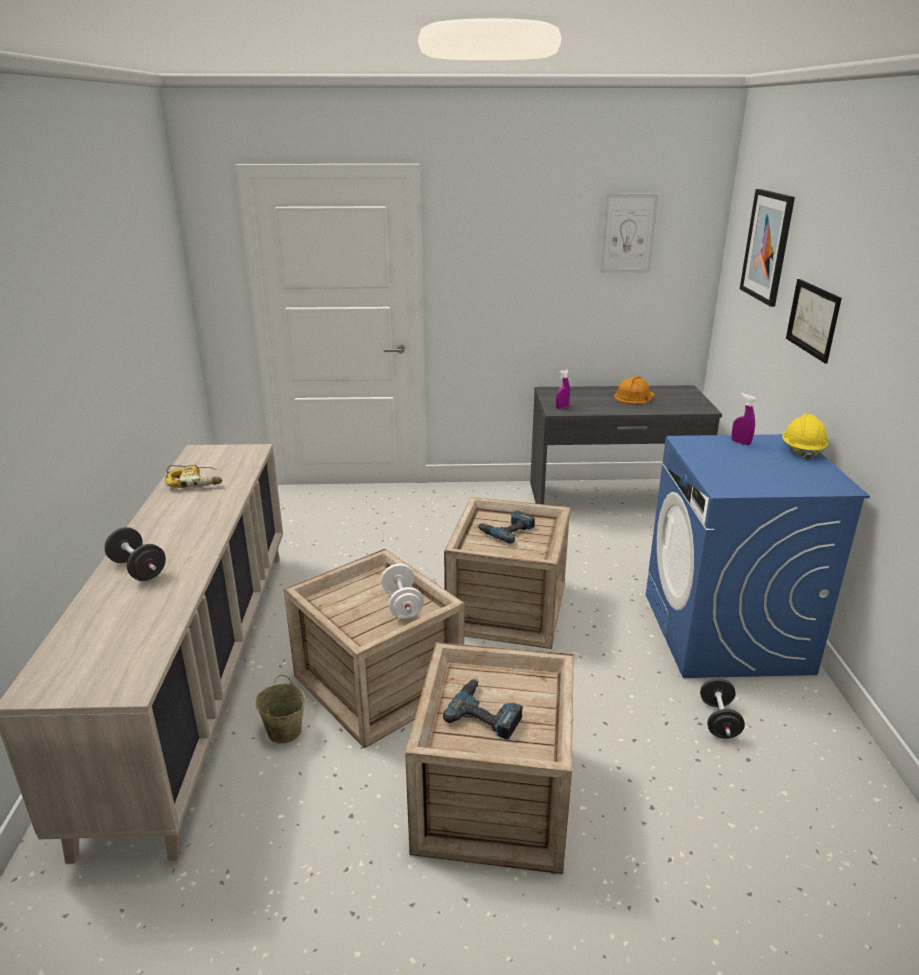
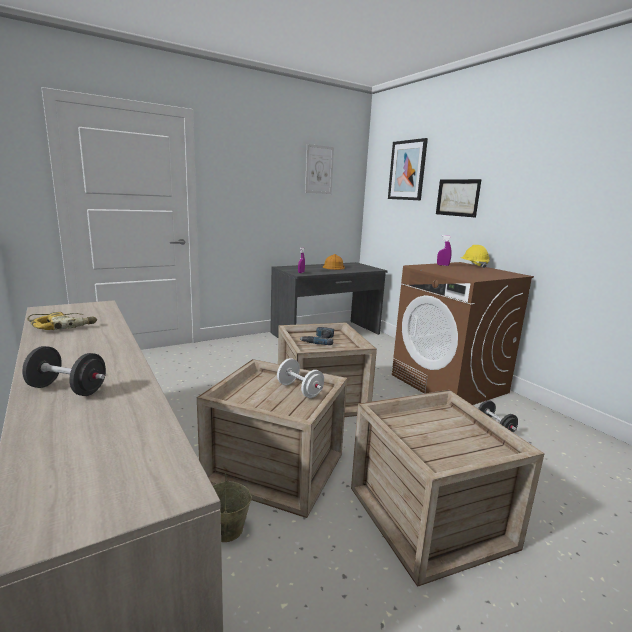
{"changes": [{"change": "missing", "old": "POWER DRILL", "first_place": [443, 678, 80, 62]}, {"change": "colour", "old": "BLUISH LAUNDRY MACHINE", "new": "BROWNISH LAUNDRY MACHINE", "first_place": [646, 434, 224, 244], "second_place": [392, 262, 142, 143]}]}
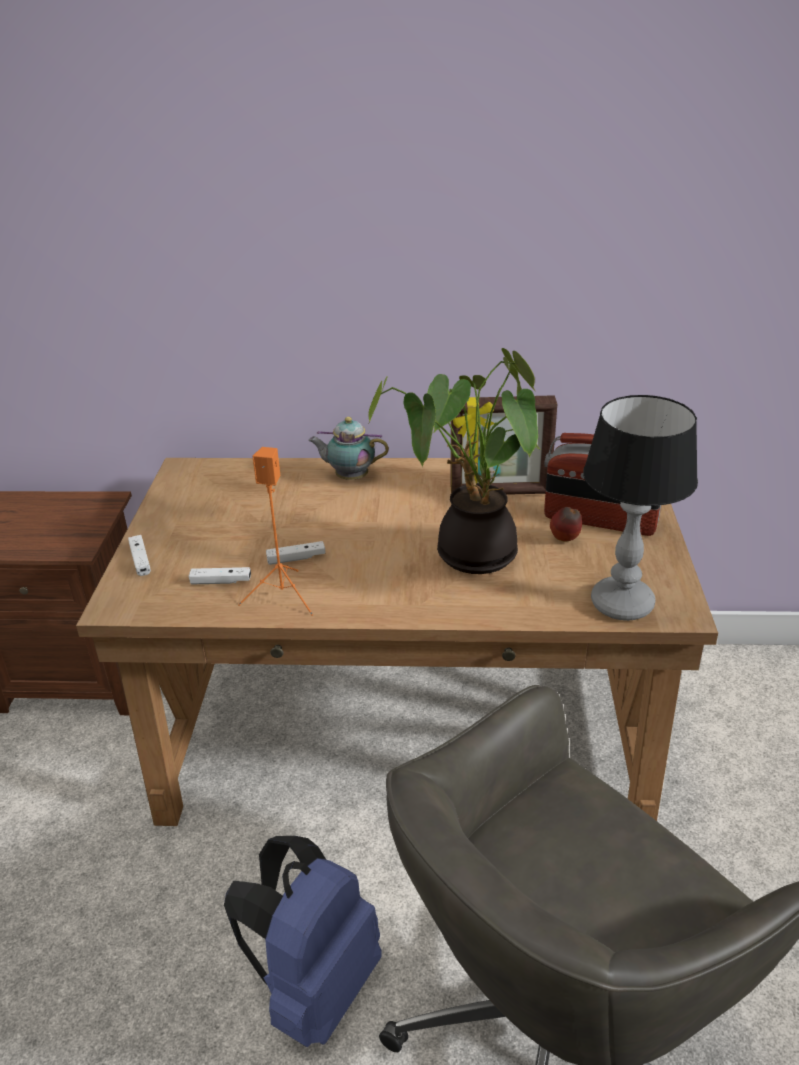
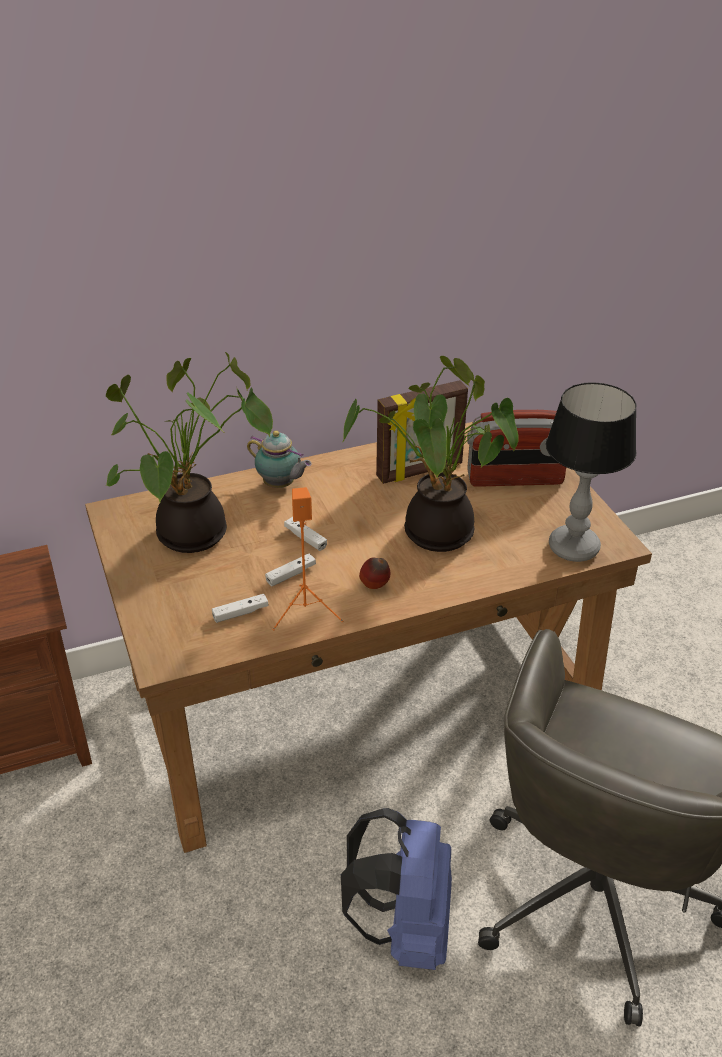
{"changes": [{"change": "appeared", "new": "PLANT IN A POT", "second_place": [106, 352, 167, 201]}, {"change": "relocated", "old": "WHITE-COLOURED JOYPAD", "first_place": [128, 535, 23, 41], "second_place": [284, 517, 43, 34]}, {"change": "relocated", "old": "APPLE", "first_place": [550, 507, 32, 35], "second_place": [359, 558, 31, 31]}, {"change": "spun", "old": "TEA POT", "first_place": [308, 417, 81, 63], "second_place": [247, 431, 65, 57], "degrees": -135}]}
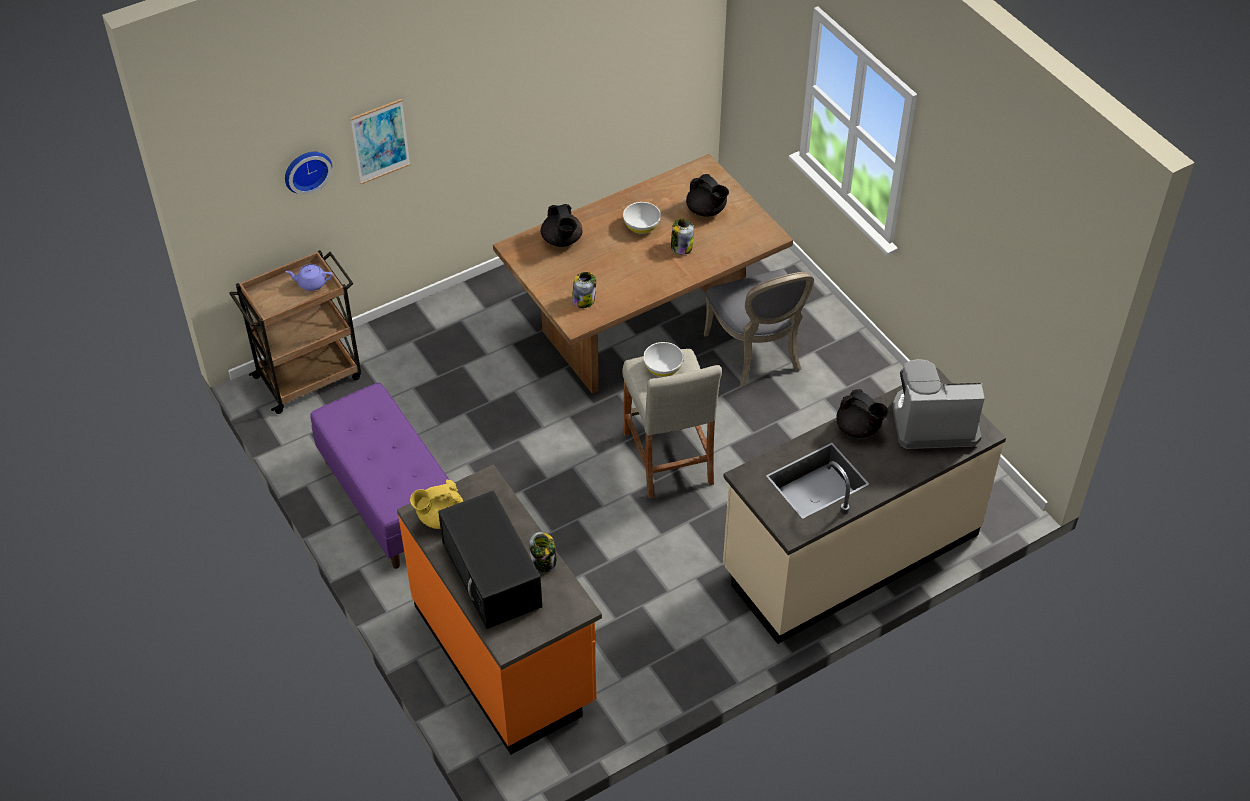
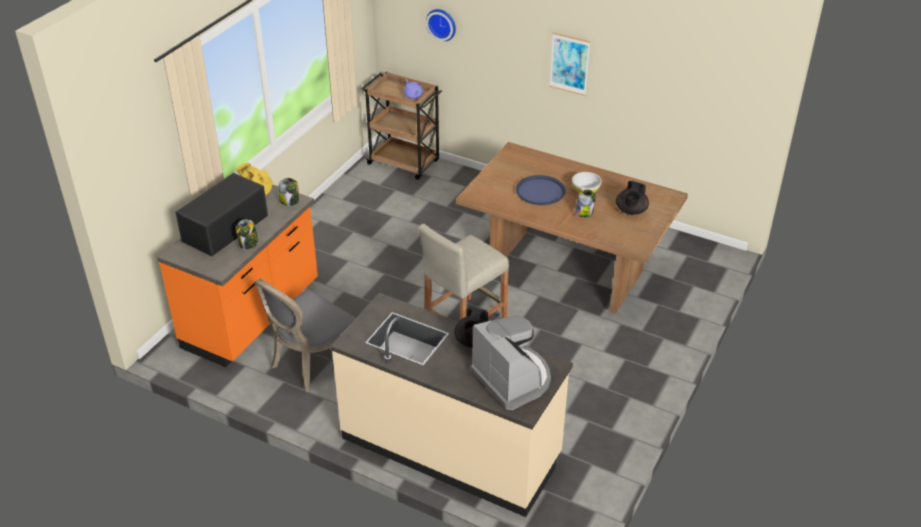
{"changes": [{"change": "missing", "old": "PURPLE BENCH", "first_place": [311, 382, 139, 187]}, {"change": "missing", "old": "BLACK TEA POT", "first_place": [541, 204, 41, 43]}, {"change": "missing", "old": "WHITE-COLOURED BOWL", "first_place": [643, 342, 41, 35]}, {"change": "appeared", "new": "BLUISH CARRYING TRAY", "second_place": [516, 175, 50, 30]}, {"change": "relocated", "old": "PICTURE", "first_place": [350, 99, 60, 85], "second_place": [550, 32, 40, 64]}, {"change": "relocated", "old": "PRESERVE JAR", "first_place": [572, 272, 24, 36], "second_place": [279, 178, 20, 28]}, {"change": "relocated", "old": "GRAY PLAIN CHAIR", "first_place": [704, 269, 110, 117], "second_place": [254, 279, 101, 113]}]}
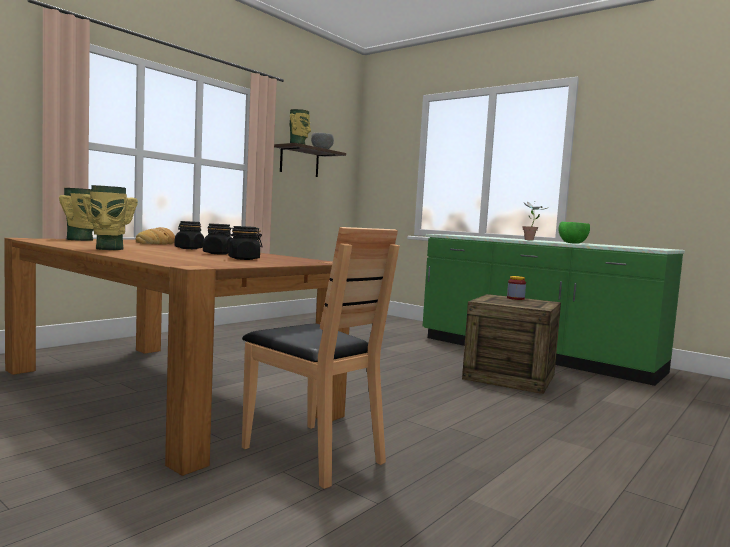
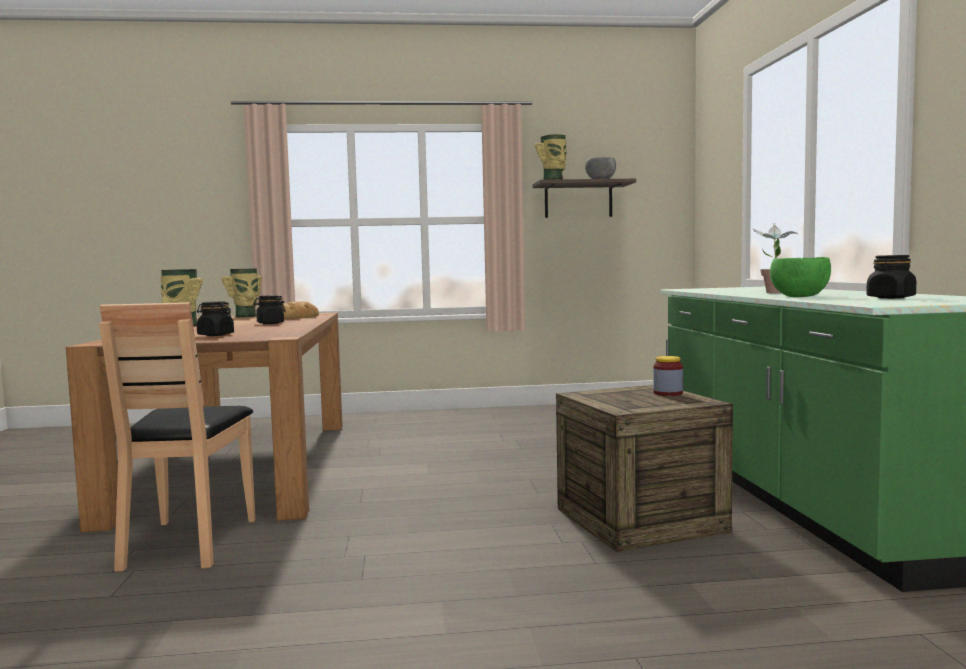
{"changes": [{"change": "relocated", "old": "BLACK PRESERVE JAR", "first_place": [203, 224, 29, 31], "second_place": [866, 255, 50, 44]}]}
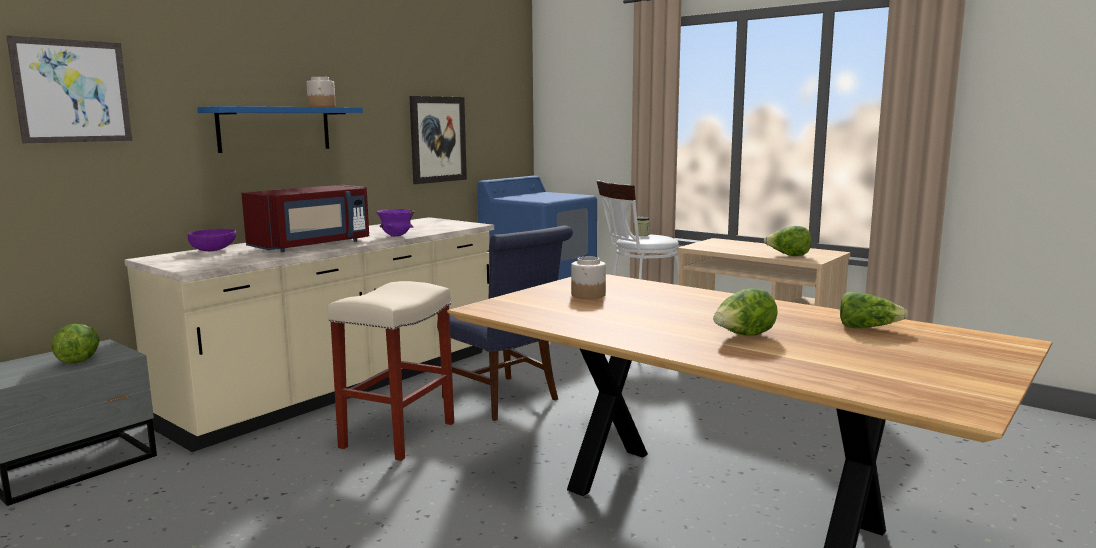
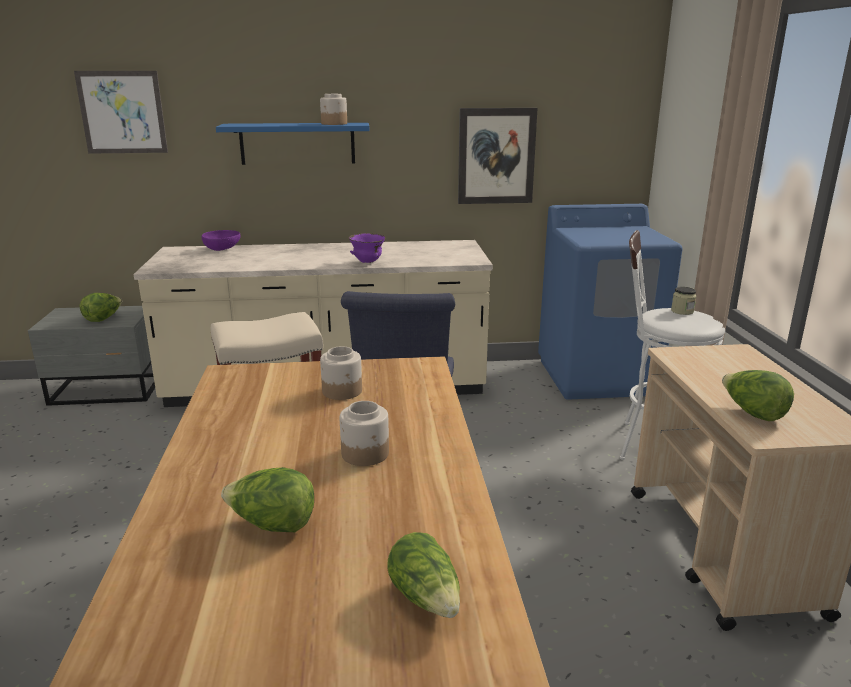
{"changes": [{"change": "missing", "old": "RED MICROWAVE", "first_place": [241, 185, 128, 67]}, {"change": "appeared", "new": "PRESERVE JAR", "second_place": [340, 401, 49, 65]}]}
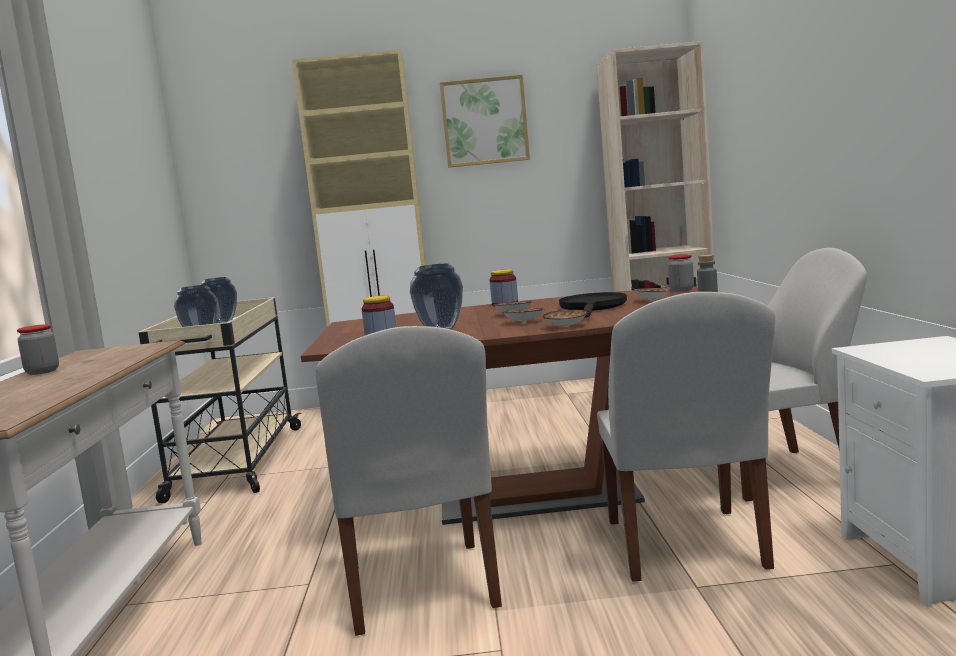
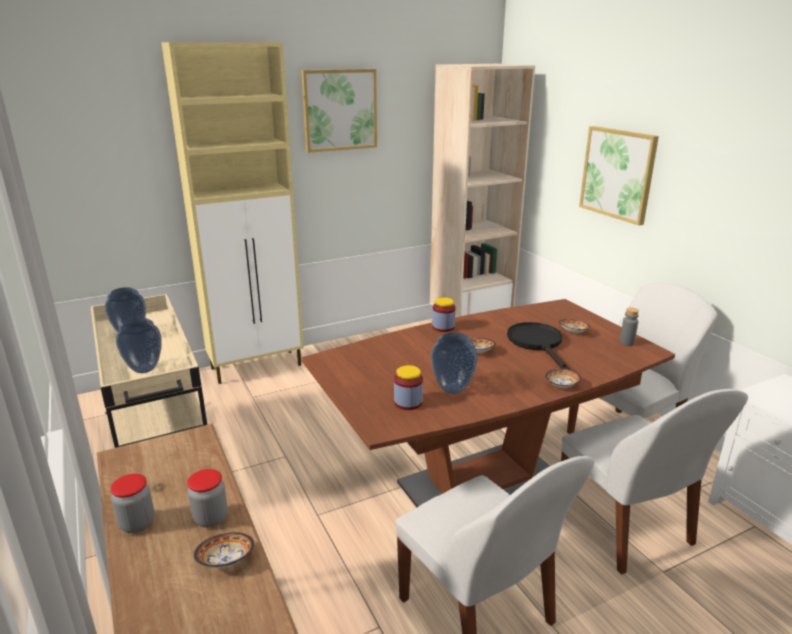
{"changes": [{"change": "appeared", "new": "PICTURE", "second_place": [579, 126, 80, 100]}, {"change": "relocated", "old": "BOWL", "first_place": [502, 308, 42, 15], "second_place": [194, 532, 60, 36]}, {"change": "relocated", "old": "PRESERVE JAR", "first_place": [668, 254, 26, 38], "second_place": [187, 469, 41, 59]}]}
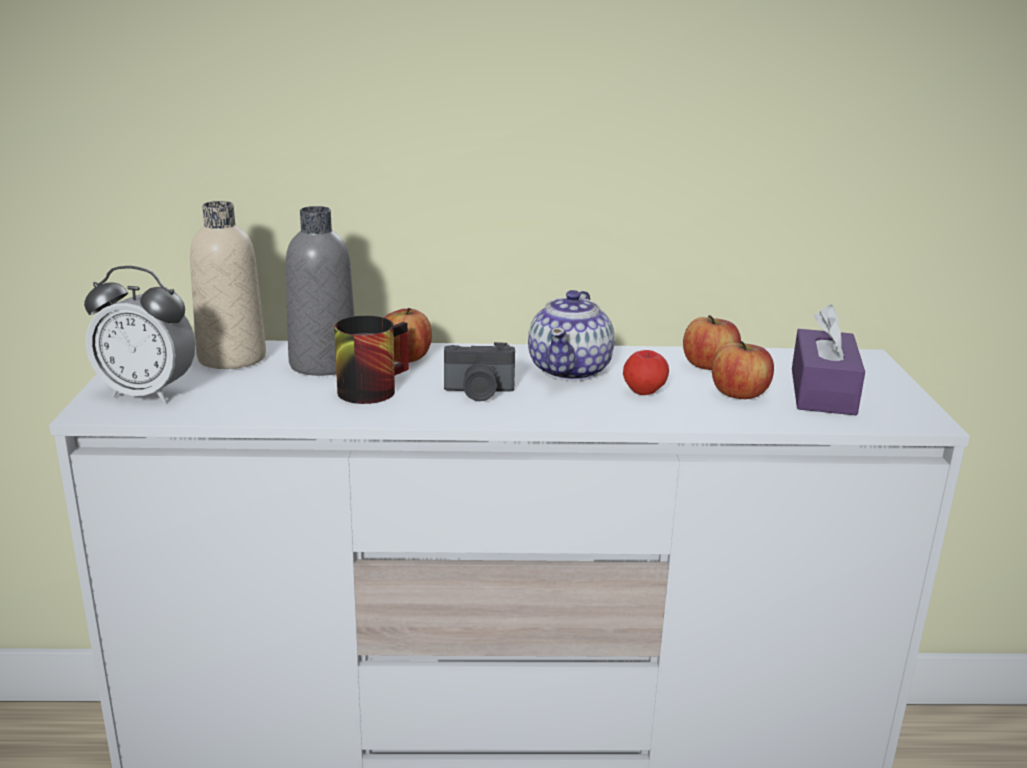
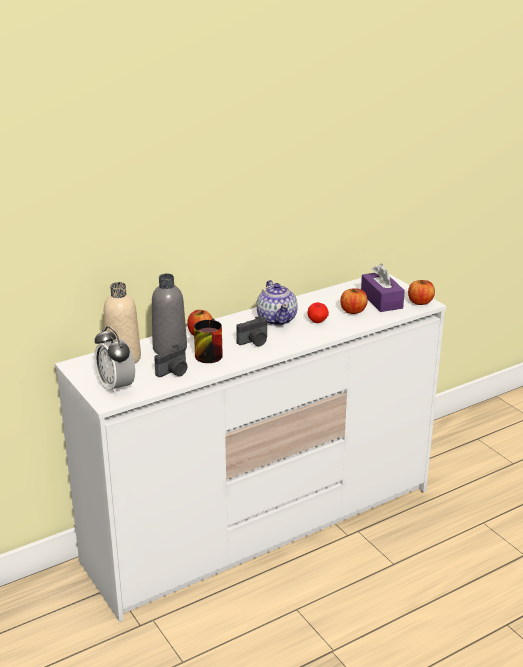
{"changes": [{"change": "appeared", "new": "PHOTO CAMERA", "second_place": [154, 344, 33, 33]}, {"change": "relocated", "old": "APPLE", "first_place": [683, 315, 58, 55], "second_place": [408, 280, 27, 25]}, {"change": "spun", "old": "ALARM CLOCK", "first_place": [84, 266, 112, 137], "second_place": [94, 326, 41, 70], "degrees": 75}]}
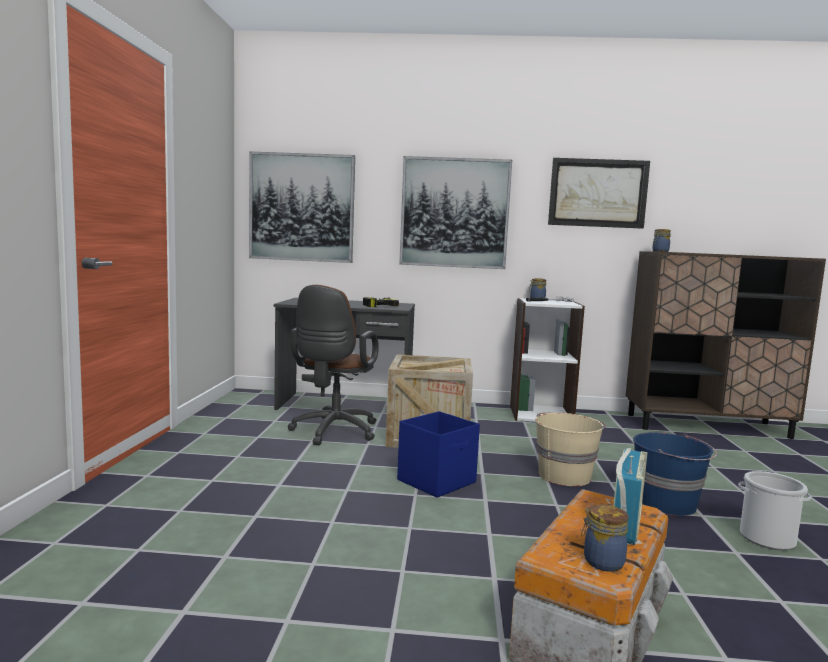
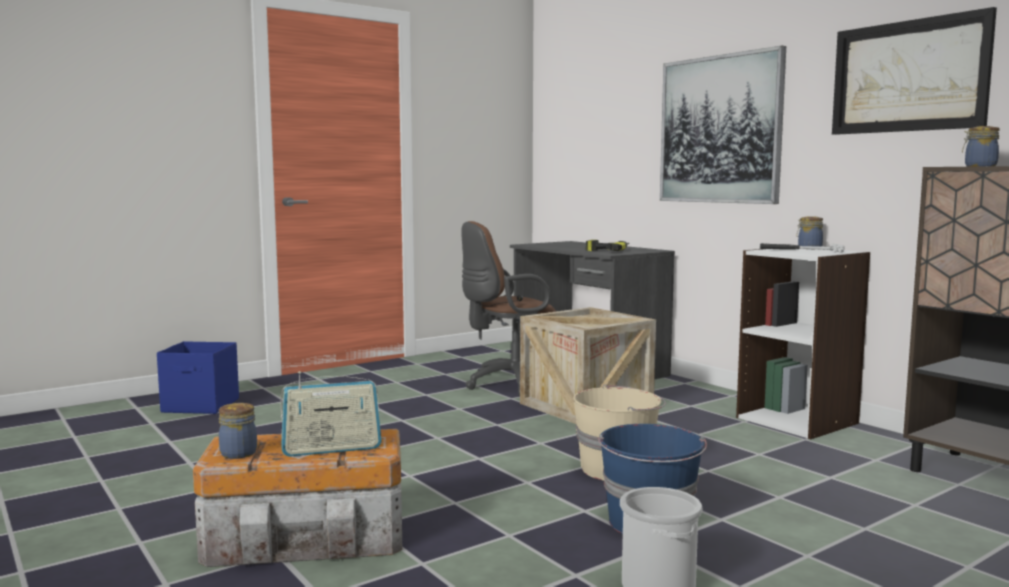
{"changes": [{"change": "missing", "old": "PICTURE", "first_place": [249, 152, 106, 111]}, {"change": "relocated", "old": "BLUISH STORAGE BOX", "first_place": [397, 411, 83, 87], "second_place": [157, 341, 82, 73]}]}
